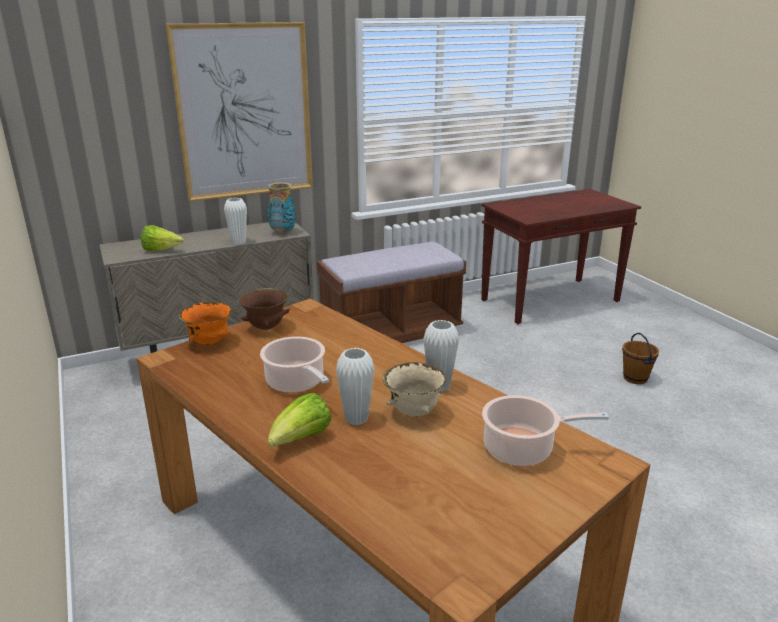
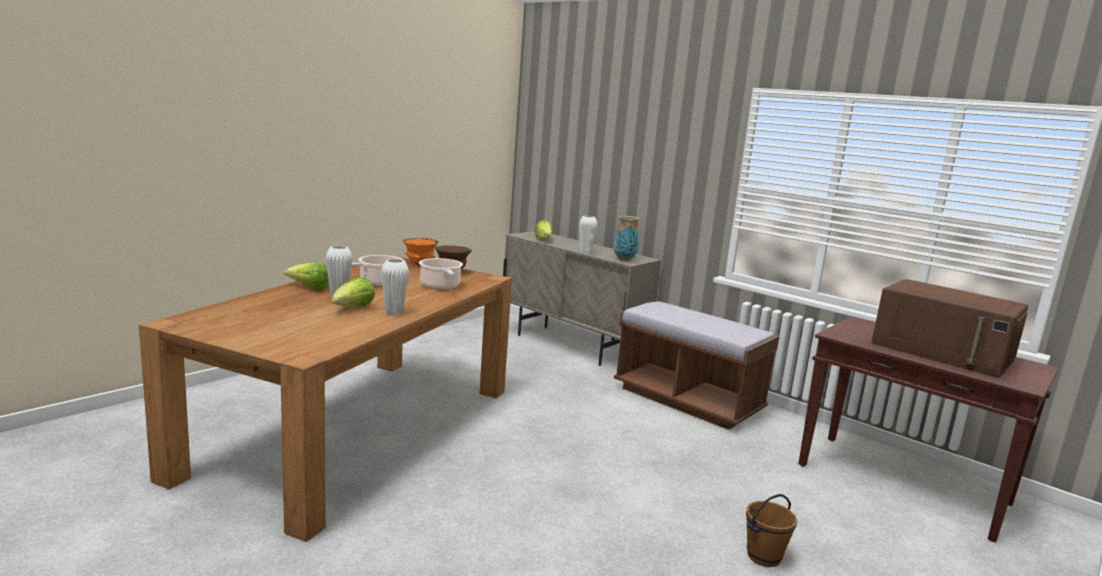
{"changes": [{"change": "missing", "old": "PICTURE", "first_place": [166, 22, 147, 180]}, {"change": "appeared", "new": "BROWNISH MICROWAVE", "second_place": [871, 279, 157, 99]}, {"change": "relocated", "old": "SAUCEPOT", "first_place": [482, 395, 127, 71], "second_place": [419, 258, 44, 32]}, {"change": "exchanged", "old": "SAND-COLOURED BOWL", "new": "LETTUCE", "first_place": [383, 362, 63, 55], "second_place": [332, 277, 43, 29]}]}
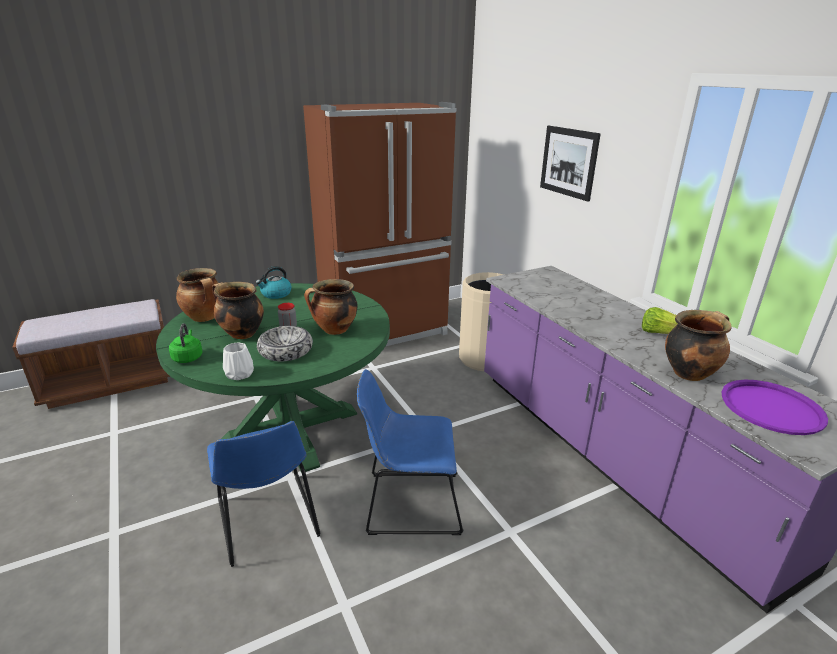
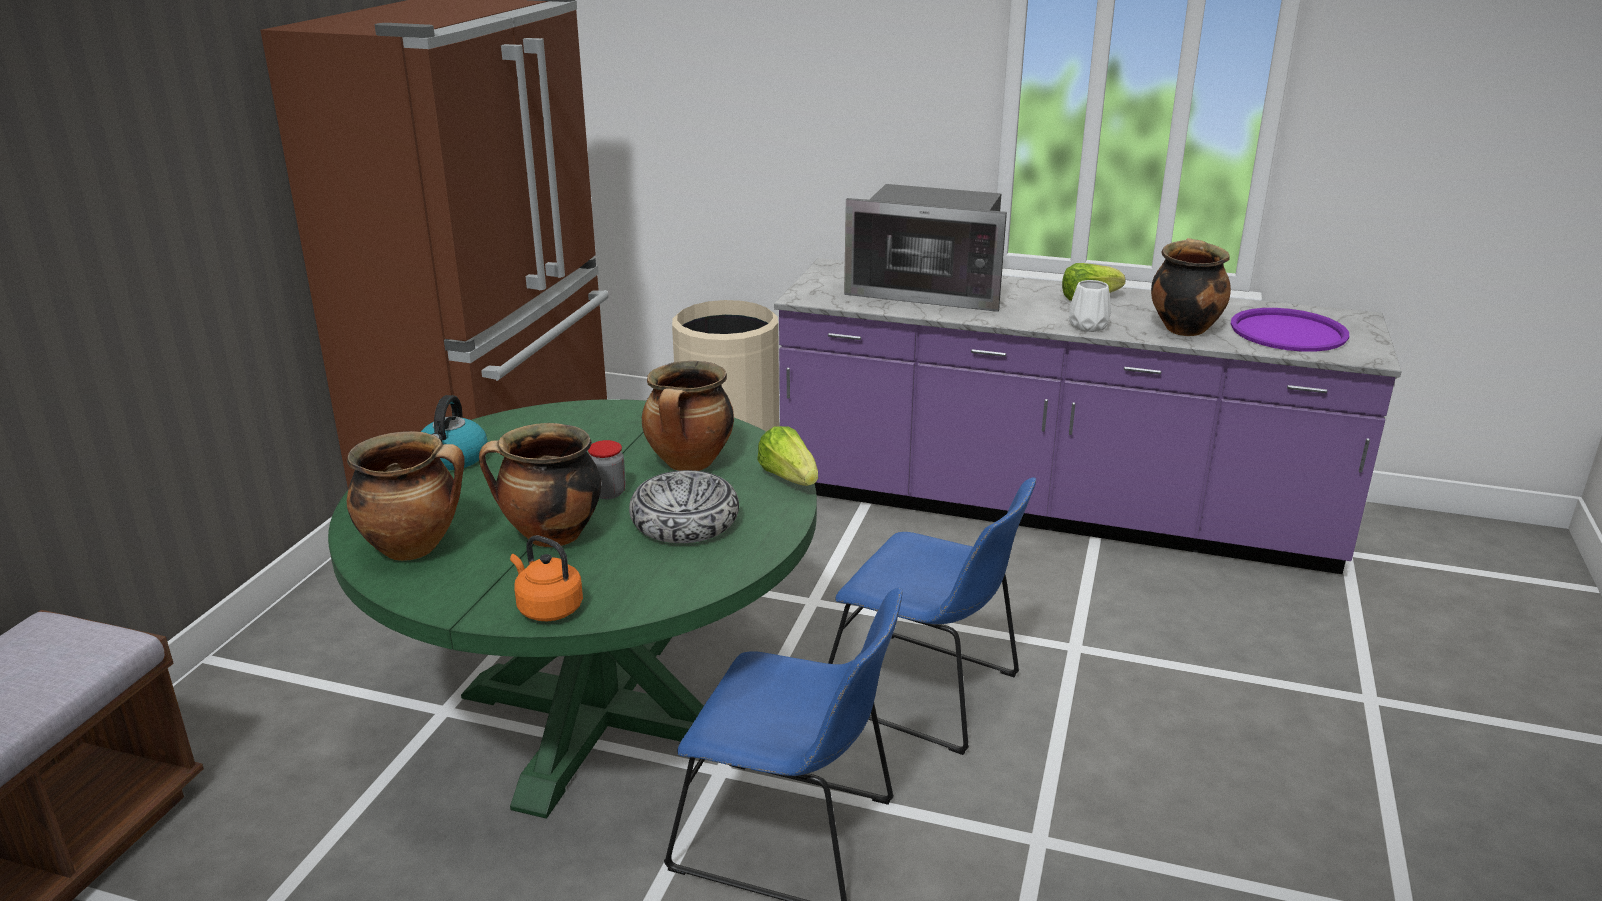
{"changes": [{"change": "missing", "old": "PICTURE", "first_place": [540, 126, 61, 76]}, {"change": "appeared", "new": "LETTUCE", "second_place": [757, 426, 61, 60]}, {"change": "appeared", "new": "MICROWAVE", "second_place": [844, 184, 163, 128]}, {"change": "relocated", "old": "WHITE-COLOURED VASE", "first_place": [223, 343, 31, 37], "second_place": [1069, 280, 42, 52]}, {"change": "colour", "old": "GREEN-COLOURED WATER KETTLE", "new": "ORANGE-COLOURED WATER KETTLE", "first_place": [169, 323, 33, 40], "second_place": [510, 535, 73, 86]}, {"change": "spun", "old": "BLUISH PLAIN CHAIR", "first_place": [357, 369, 107, 166], "second_place": [828, 477, 208, 278], "degrees": -105}]}
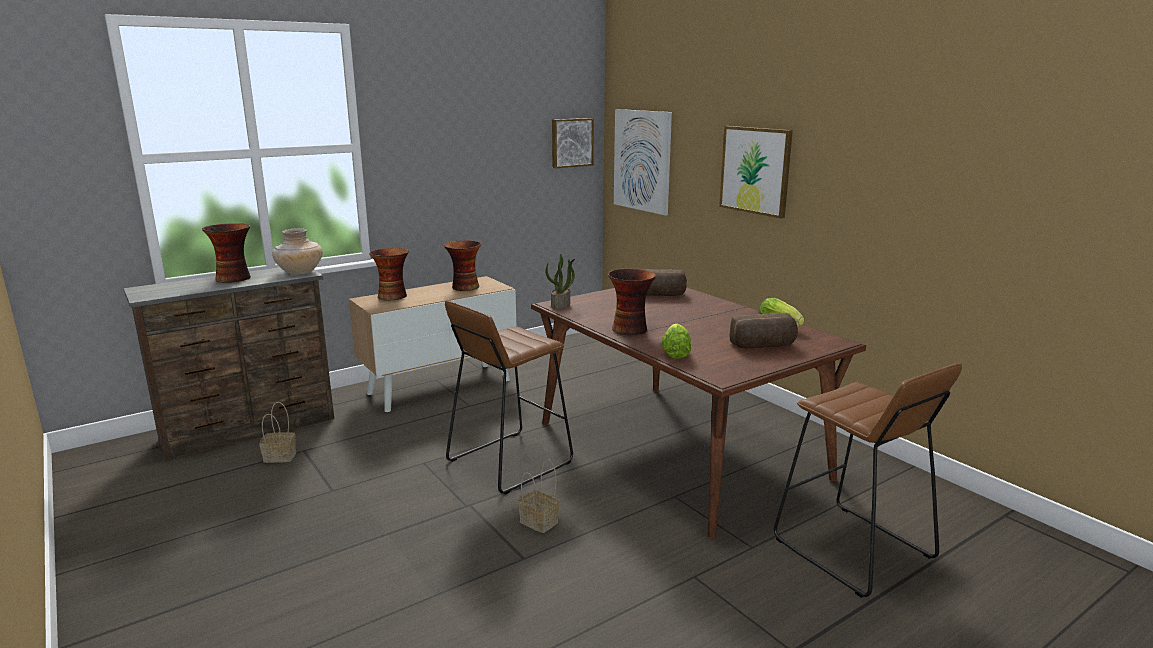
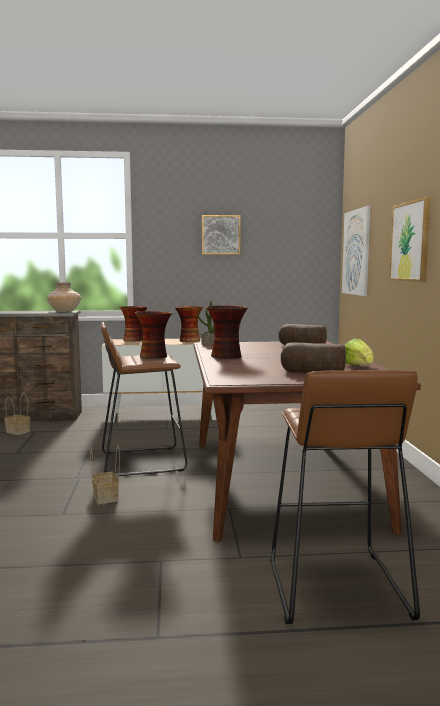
{"changes": [{"change": "missing", "old": "LETTUCE", "first_place": [661, 323, 30, 36]}, {"change": "relocated", "old": "VASE", "first_place": [202, 223, 49, 60], "second_place": [135, 311, 37, 48]}, {"change": "relocated", "old": "PICTURE", "first_place": [552, 118, 42, 50], "second_place": [202, 215, 39, 40]}]}
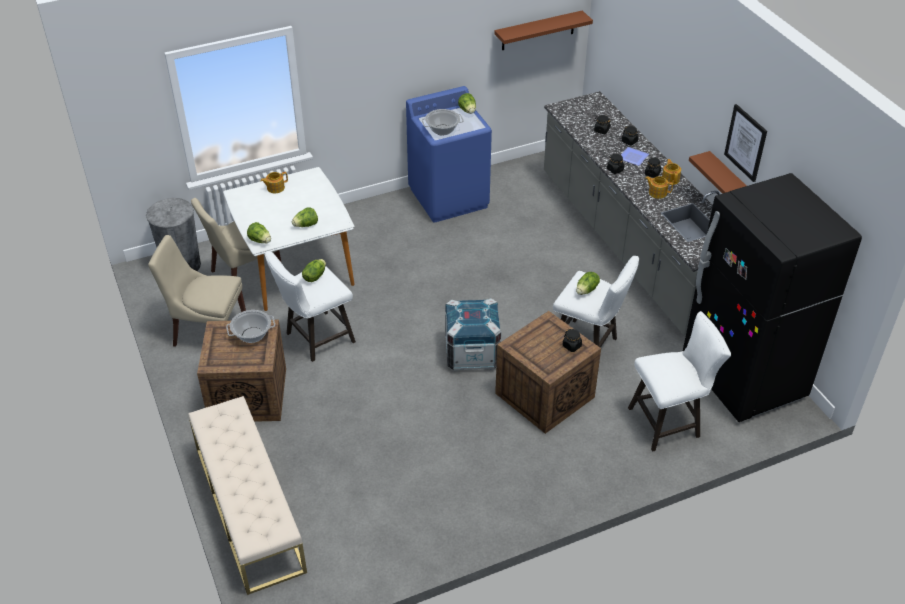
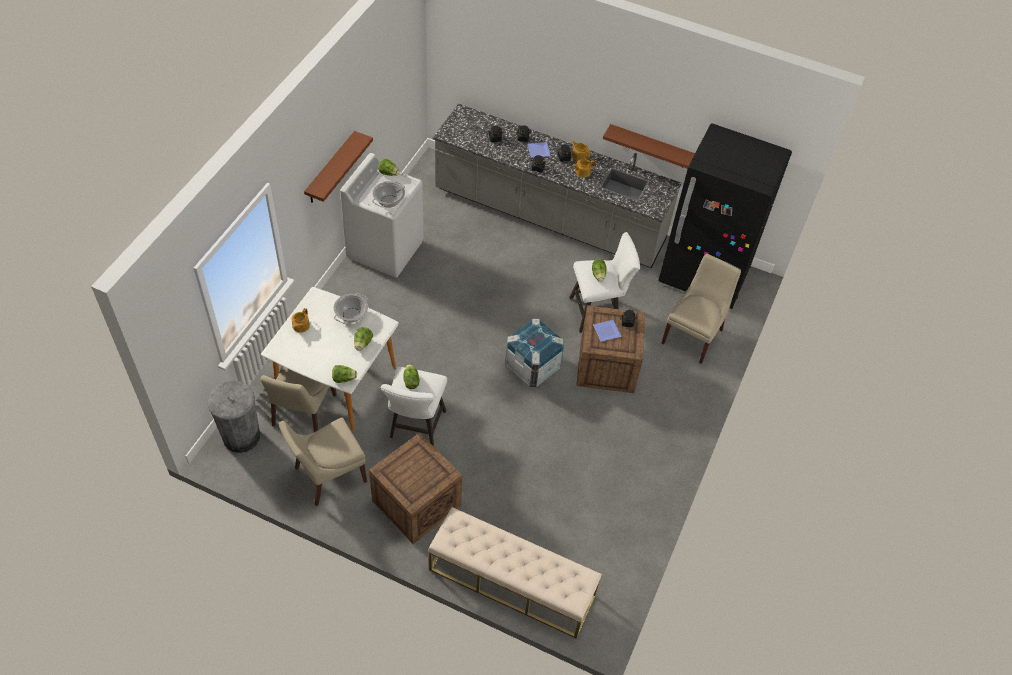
{"changes": [{"change": "missing", "old": "PICTURE", "first_place": [724, 104, 43, 78]}, {"change": "appeared", "new": "PLATE", "second_place": [593, 320, 29, 22]}, {"change": "relocated", "old": "SAUCEPOT", "first_place": [226, 310, 49, 33], "second_place": [334, 293, 34, 31]}, {"change": "relocated", "old": "BROWNISH BRACKET SHELF", "first_place": [494, 10, 99, 40], "second_place": [304, 131, 69, 72]}, {"change": "exchanged", "old": "WHITE-COLOURED STOOL SEAT", "new": "SAND-COLOURED PLAIN CHAIR", "first_place": [628, 311, 103, 141], "second_place": [661, 254, 80, 110]}, {"change": "colour", "old": "BLUISH LAUNDRY MACHINE", "new": "WHITE-COLOURED LAUNDRY MACHINE", "first_place": [406, 86, 86, 137], "second_place": [340, 153, 84, 125]}]}
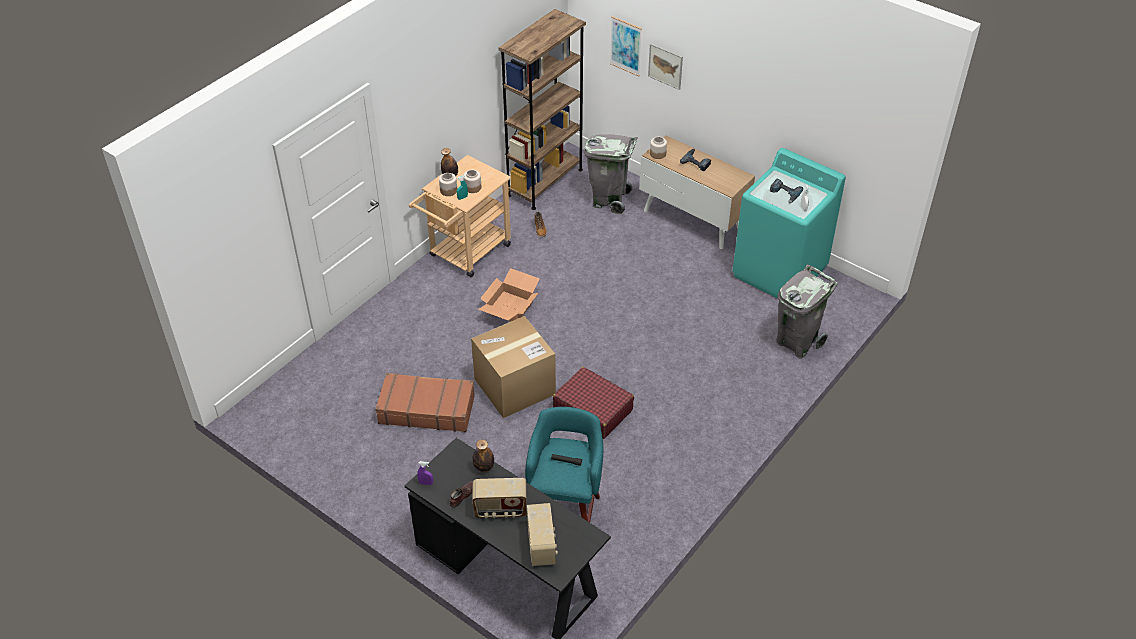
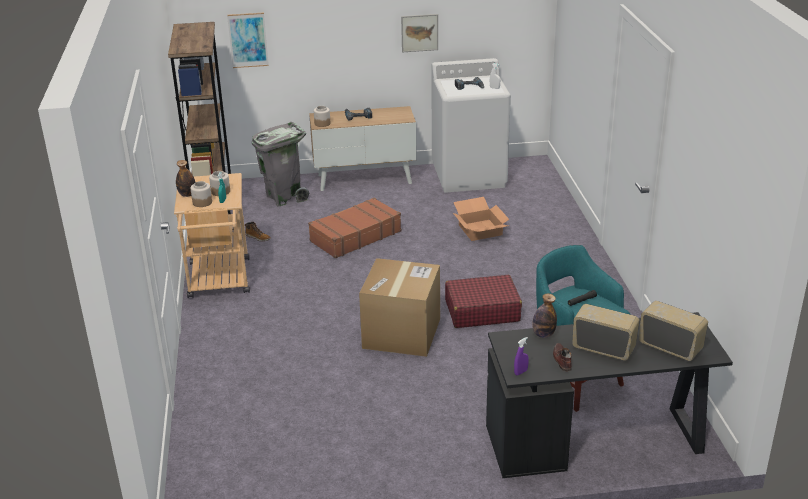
{"changes": [{"change": "missing", "old": "GRAY TRASH CAN", "first_place": [777, 264, 61, 95]}, {"change": "relocated", "old": "BROWNISH PIECE OF LUGGAGE", "first_place": [375, 373, 100, 59], "second_place": [308, 198, 93, 60]}, {"change": "relocated", "old": "CARTON", "first_place": [478, 268, 62, 54], "second_place": [453, 197, 56, 44]}, {"change": "relocated", "old": "PICTURE", "first_place": [648, 43, 35, 47], "second_place": [401, 14, 37, 38]}, {"change": "colour", "old": "BLUE-GREEN LAUNDRY MACHINE", "new": "WHITE-COLOURED LAUNDRY MACHINE", "first_place": [732, 148, 114, 151], "second_place": [431, 58, 80, 134]}, {"change": "spun", "old": "RADIO RECEIVER", "first_place": [472, 478, 54, 40], "second_place": [572, 304, 68, 57], "degrees": -105}]}
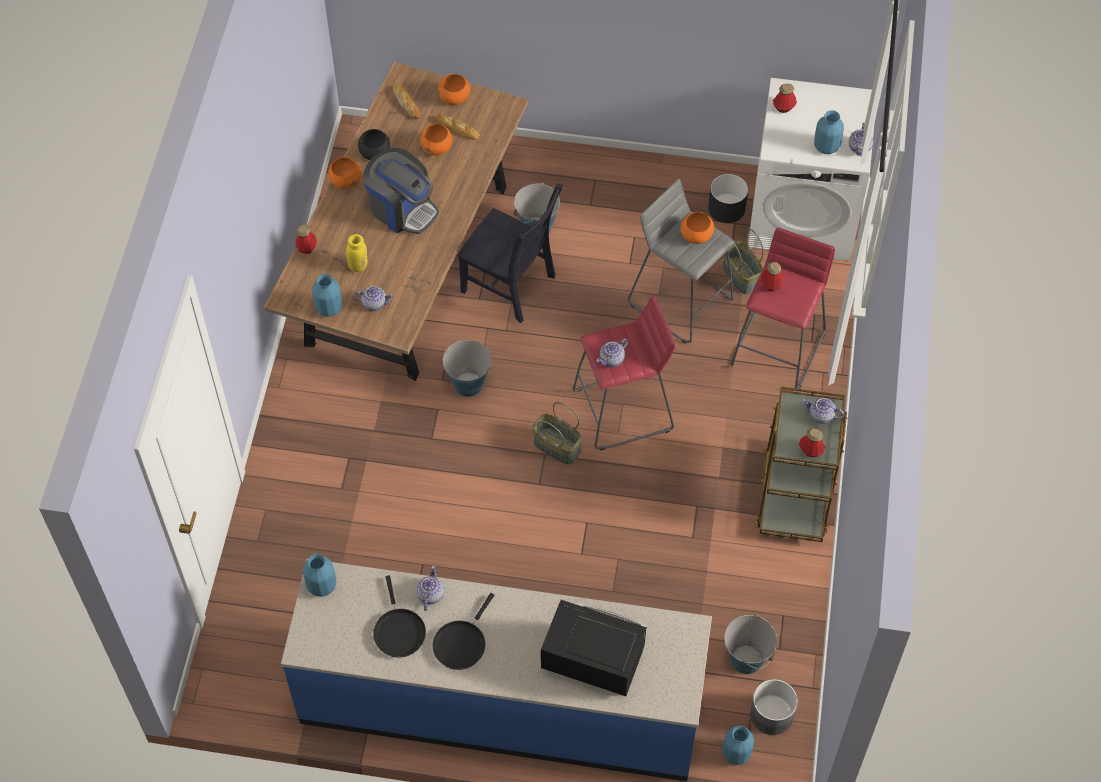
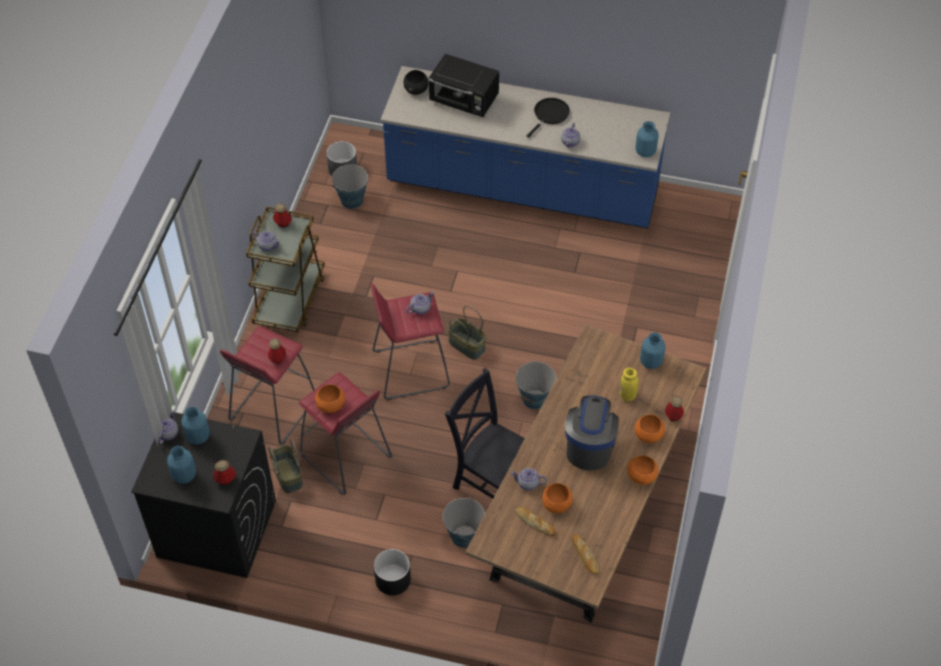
{"changes": [{"change": "missing", "old": "BLACK SKILLET", "first_place": [373, 575, 53, 83]}, {"change": "relocated", "old": "TEA POT", "first_place": [353, 286, 41, 25], "second_place": [511, 468, 36, 23]}, {"change": "relocated", "old": "BLACK BOWL", "first_place": [358, 129, 32, 31], "second_place": [404, 70, 24, 25]}, {"change": "relocated", "old": "ORANGE-COLOURED BOWL", "first_place": [438, 74, 32, 31], "second_place": [635, 414, 30, 29]}, {"change": "relocated", "old": "BLACK PLANT POT", "first_place": [708, 174, 40, 49], "second_place": [374, 549, 37, 46]}, {"change": "relocated", "old": "BLUISH VASE", "first_place": [722, 726, 32, 39], "second_place": [167, 446, 29, 38]}, {"change": "colour", "old": "GRAY STOOL SEAT", "new": "RED STOOL SEAT", "first_place": [628, 179, 107, 164], "second_place": [299, 372, 93, 123]}, {"change": "colour", "old": "WHITE-COLOURED LAUNDRY MACHINE", "new": "BLACK LAUNDRY MACHINE", "first_place": [748, 78, 126, 183], "second_place": [131, 412, 145, 166]}, {"change": "spun", "old": "COFFEE MAKER", "first_place": [363, 148, 76, 86], "second_place": [565, 395, 54, 76], "degrees": 60}]}
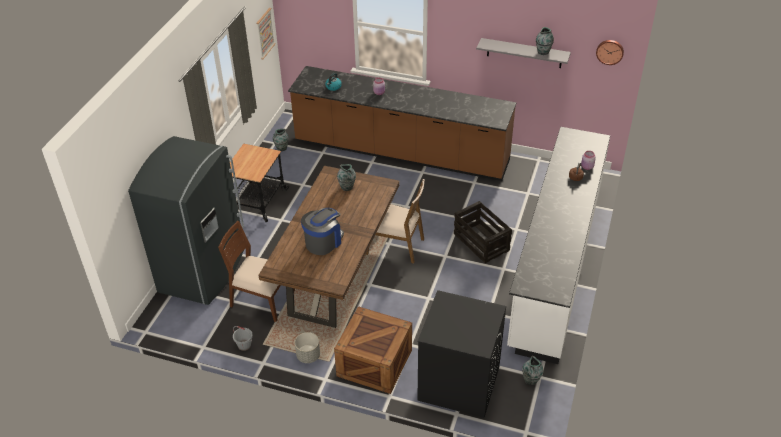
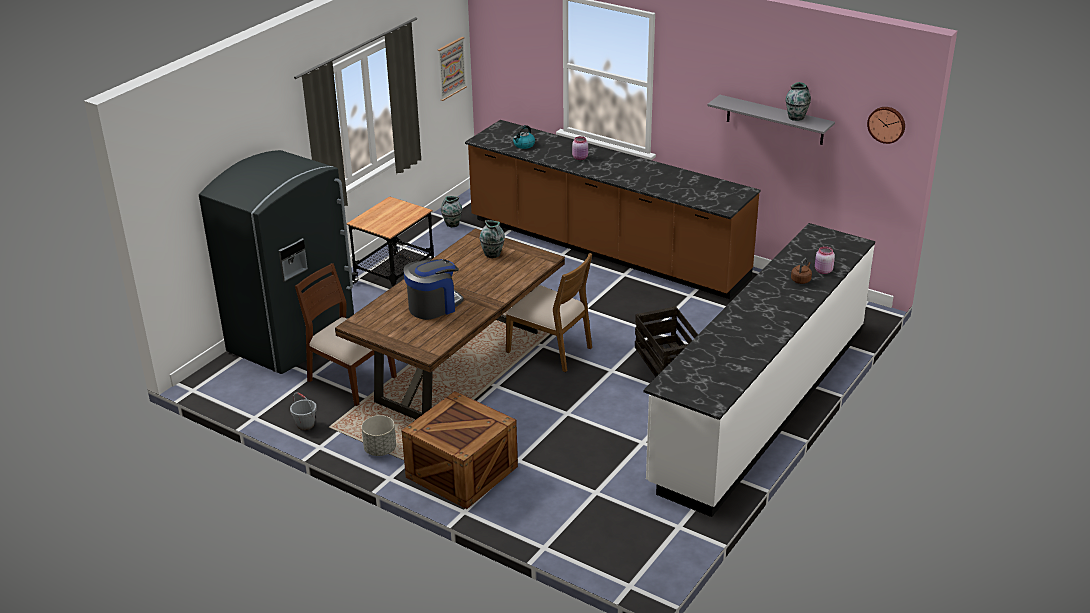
{"changes": [{"change": "missing", "old": "BLACK LAUNDRY MACHINE", "first_place": [417, 290, 89, 128]}, {"change": "missing", "old": "VASE", "first_place": [522, 355, 21, 30]}]}
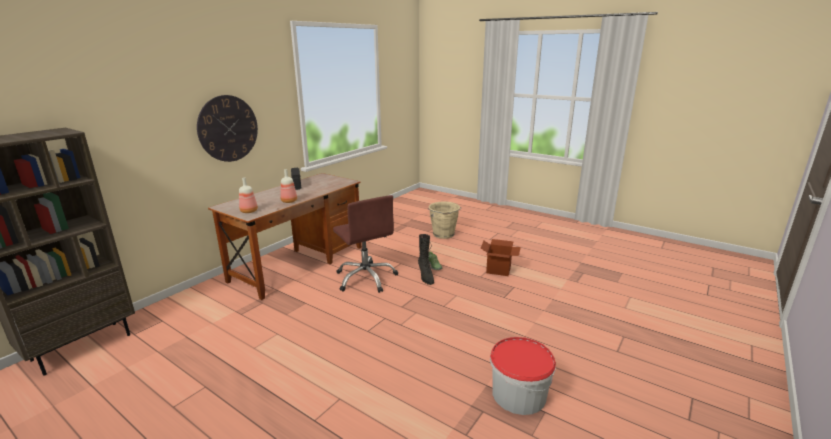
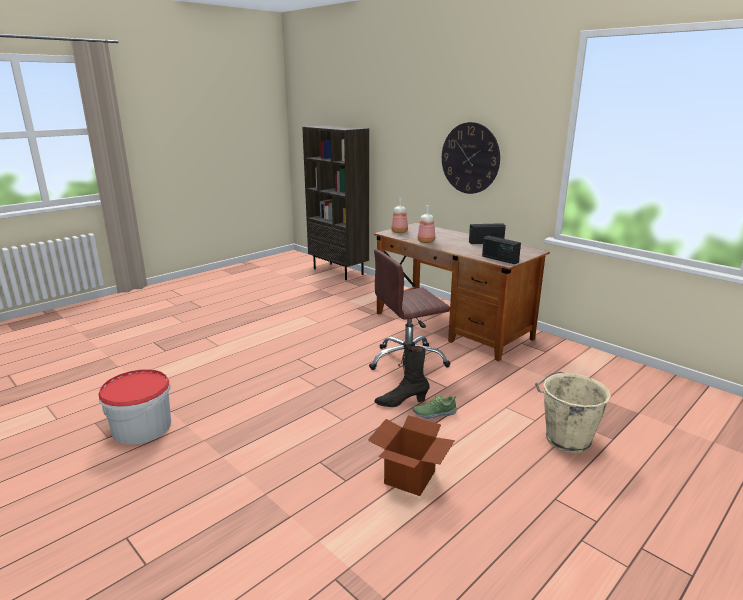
{"changes": [{"change": "appeared", "new": "RADIO RECEIVER", "second_place": [482, 236, 39, 28]}]}
